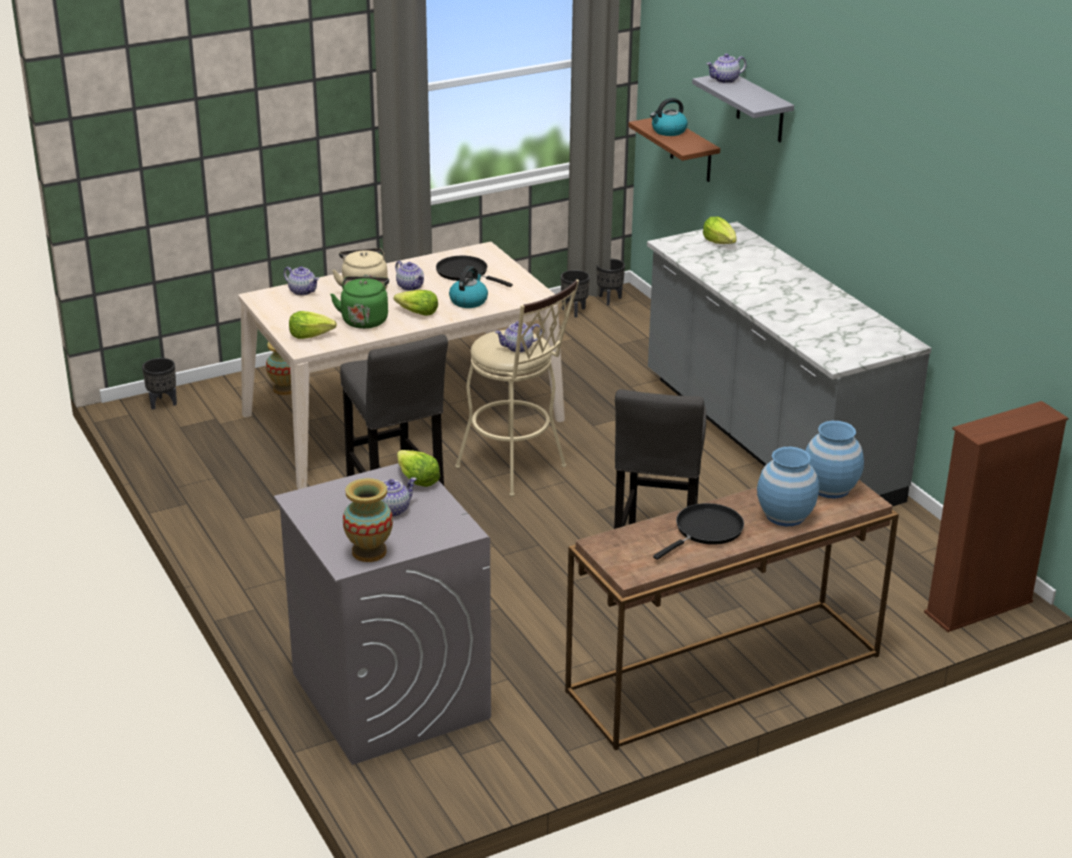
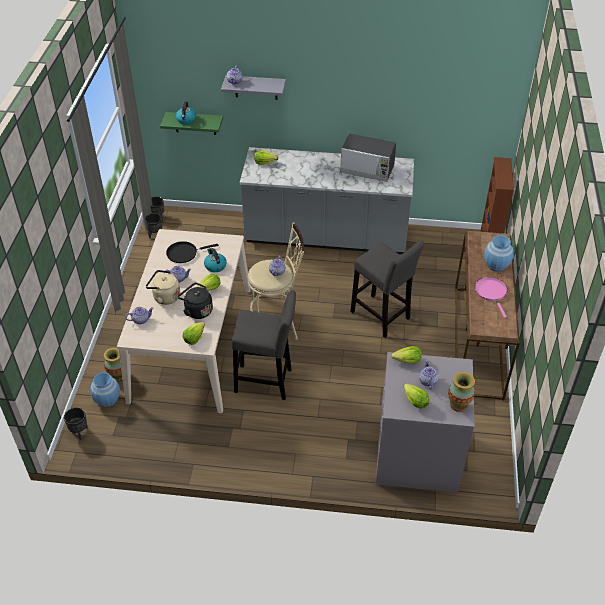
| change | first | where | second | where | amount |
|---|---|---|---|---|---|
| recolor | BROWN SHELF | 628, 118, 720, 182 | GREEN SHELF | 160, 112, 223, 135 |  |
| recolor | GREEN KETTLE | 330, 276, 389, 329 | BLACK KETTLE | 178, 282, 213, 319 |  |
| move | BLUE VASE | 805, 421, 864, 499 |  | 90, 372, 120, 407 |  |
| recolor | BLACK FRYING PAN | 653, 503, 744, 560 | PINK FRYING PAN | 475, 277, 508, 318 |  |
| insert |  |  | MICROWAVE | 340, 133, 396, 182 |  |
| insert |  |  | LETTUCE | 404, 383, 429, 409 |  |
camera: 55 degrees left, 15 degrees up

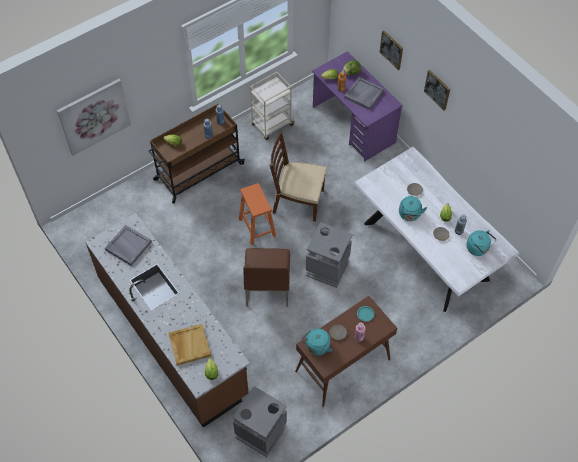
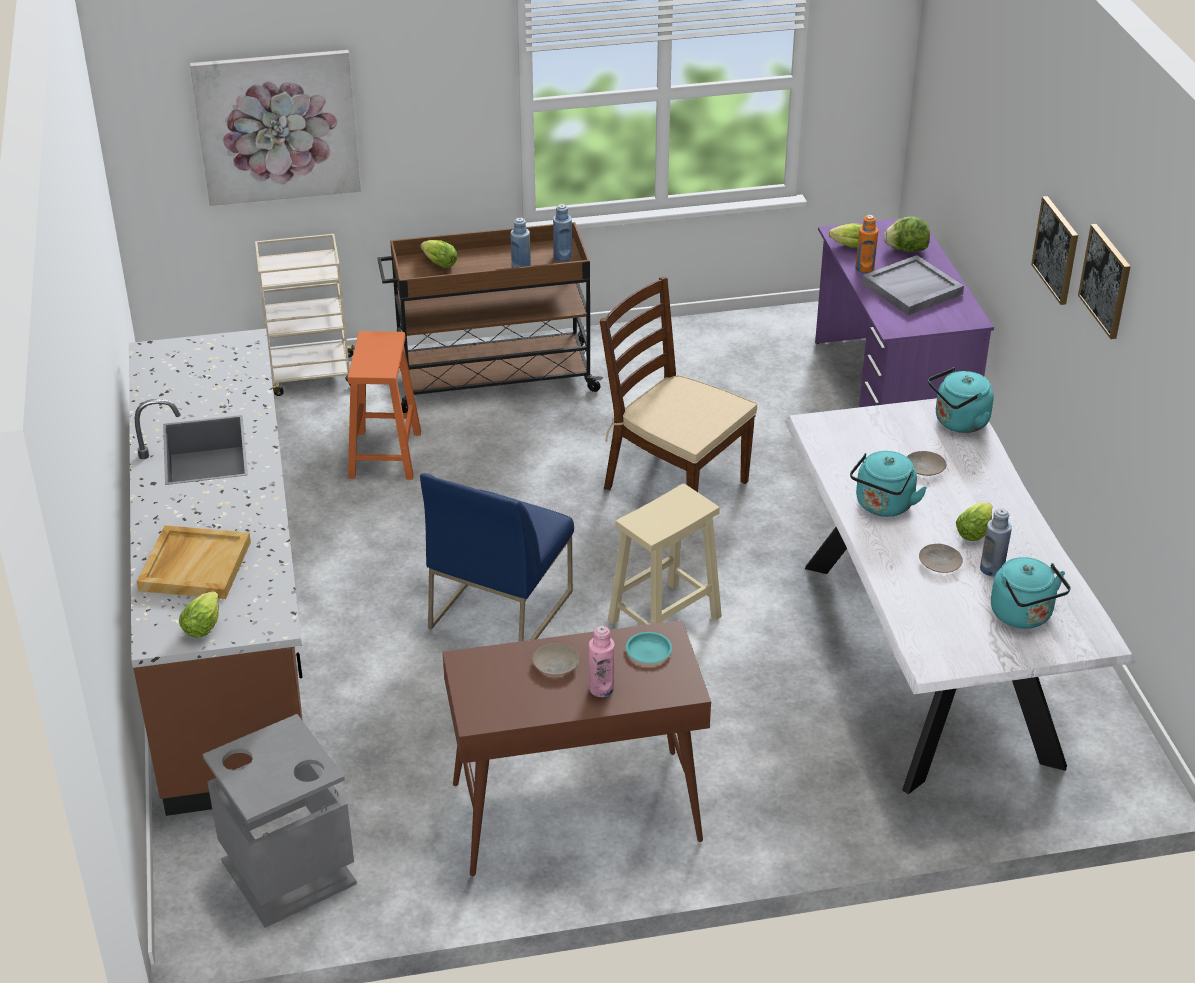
| change | first | where | second | where | amount |
|---|---|---|---|---|---|
| move | PICTURE | 380, 30, 403, 70 |  | 1078, 224, 1131, 339 |  |
| move | BEIGE CART | 250, 72, 294, 140 |  | 255, 234, 355, 396 |  |
| move | ORANGE STOOL | 239, 183, 276, 245 |  | 348, 331, 421, 480 |  |
| replace | GREY TRASH CAN | 306, 222, 353, 288 | BEIGE STOOL | 608, 484, 722, 625 |  |
| delete | GREY TRAY | 105, 225, 152, 266 |  |  |  |
| recolor | BROWN CHAIR | 243, 248, 290, 307 | BLUE CHAIR | 420, 473, 574, 642 |  |
| move | TURQUOISE KETTLE | 301, 328, 332, 355 |  | 928, 367, 994, 433 |  |
camera: 25 degrees right, 20 degrees down

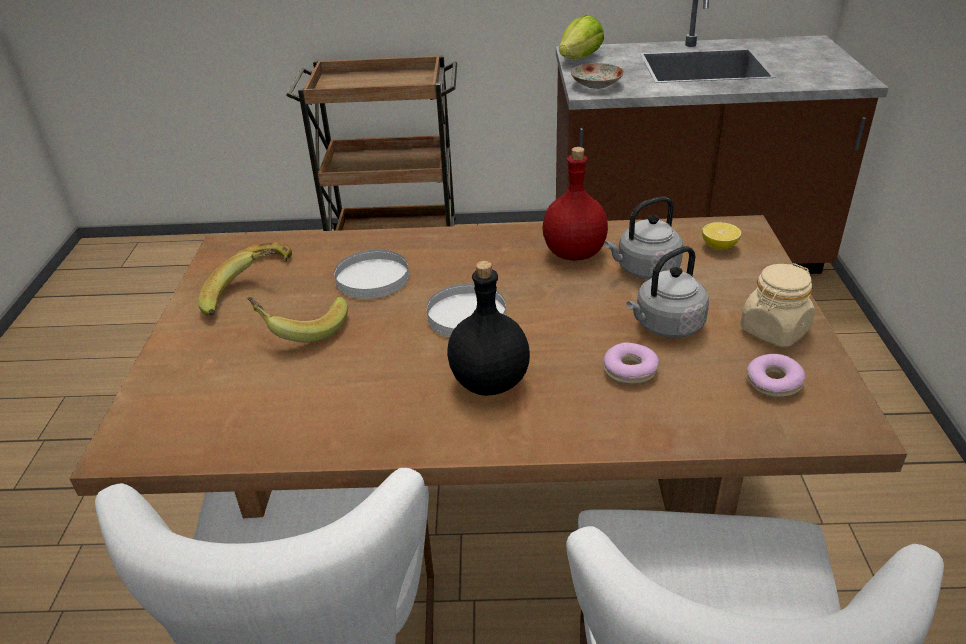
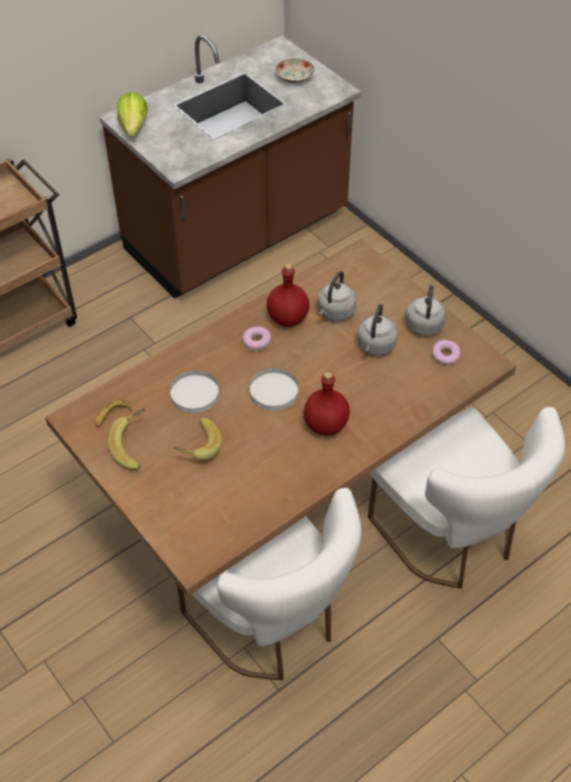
| change | first | where | second | where | amount |
|---|---|---|---|---|---|
| move | PLATE | 571, 63, 624, 89 |  | 275, 58, 315, 83 |  |
| delete | LEMON | 702, 222, 741, 250 |  |  |  |
| recolor | BLACK BOTTLE | 447, 261, 530, 396 | RED BOTTLE | 304, 372, 350, 436 |  |
| replace | BEIGE JAR | 740, 263, 815, 347 | GREY KETTLE | 405, 285, 446, 336 |  |
| move | DONUT | 604, 343, 659, 384 |  | 243, 327, 271, 351 |  |
camera: 40 degrees left, 15 degrees up

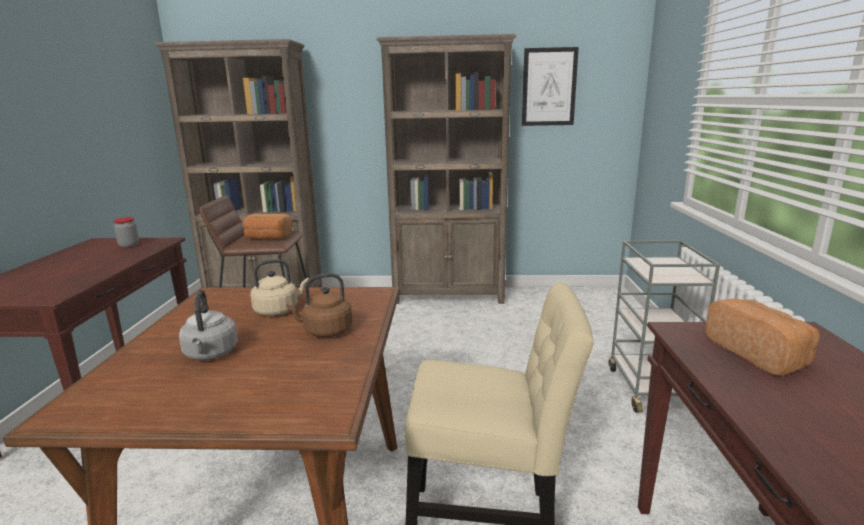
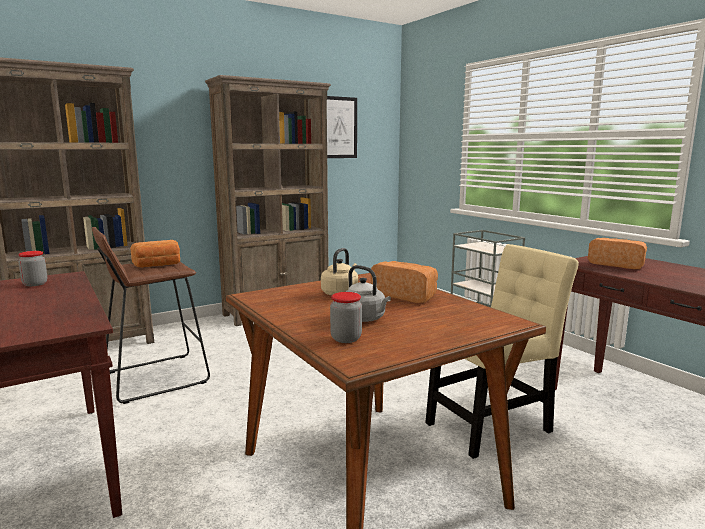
| change | first | where | second | where | amount |
|---|---|---|---|---|---|
| replace | BROWN KETTLE | 286, 273, 353, 337 | BREAD | 371, 261, 438, 303 |  |
| insert |  |  | JAR | 330, 292, 362, 343 |  |
camera: 35 degrees left, 5 degrees down

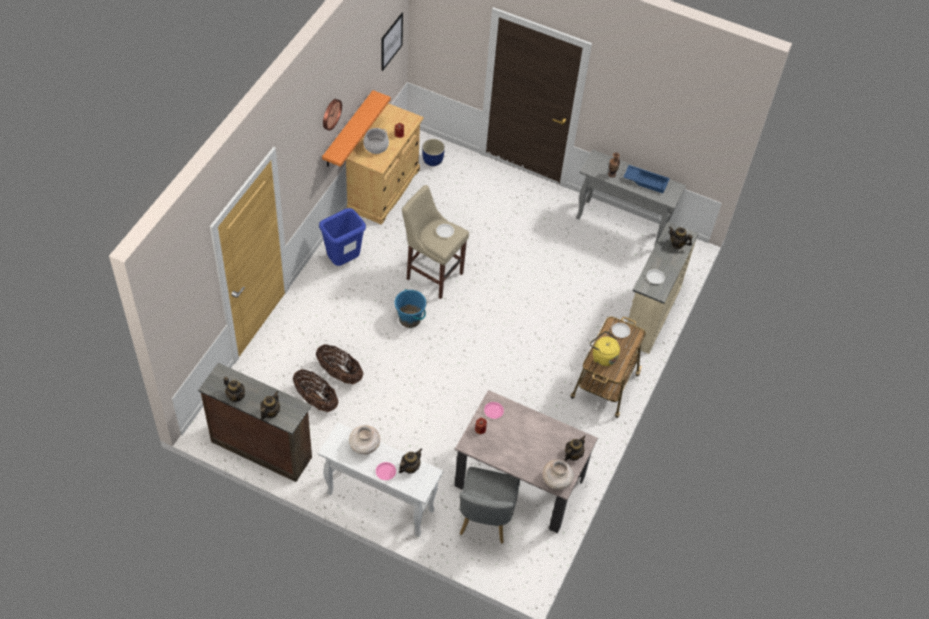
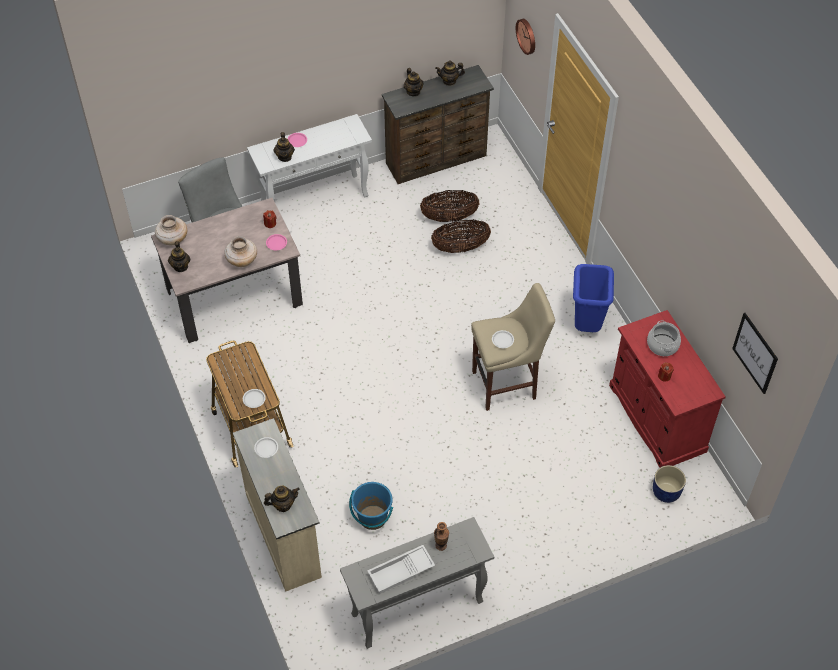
| change | first | where | second | where | amount |
|---|---|---|---|---|---|
| delete | ORANGE SHELF | 322, 90, 391, 167 |  |  |  |
| move | WALL CLOCK | 323, 99, 342, 131 |  | 516, 19, 535, 55 |  |
| recolor | BEIGE CABINET | 346, 103, 424, 225 | RED CABINET | 609, 310, 726, 467 |  |
| recolor | BLUE TRAY | 624, 165, 670, 193 | WHITE TRAY | 367, 545, 435, 594 |  |
| move | BLUE BUCKET | 394, 289, 426, 328 |  | 349, 482, 393, 530 |  |
| delete | YELLOW KETTLE | 590, 331, 620, 366 |  |  |  |
| move | BEIGE VASE | 349, 425, 380, 455 |  | 224, 236, 257, 267 |  |
camera: 135 degrees right, 0 degrees up

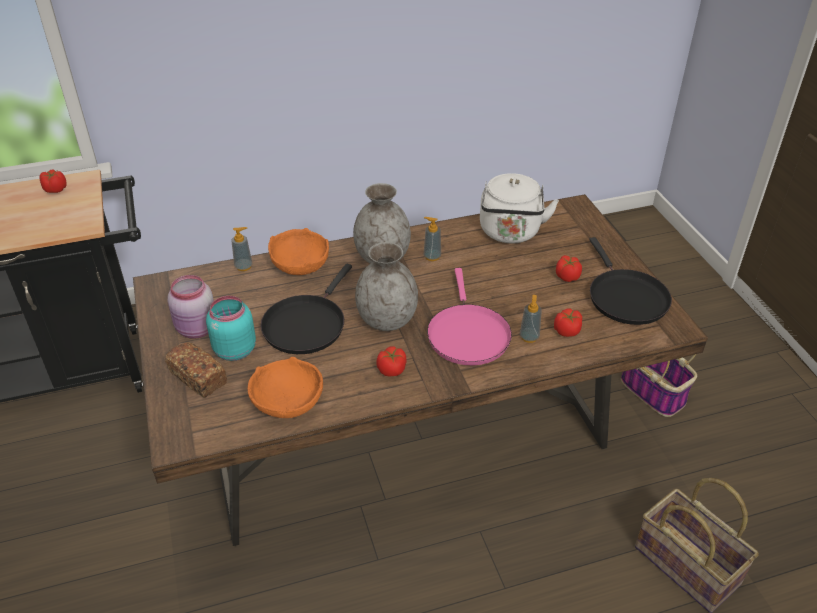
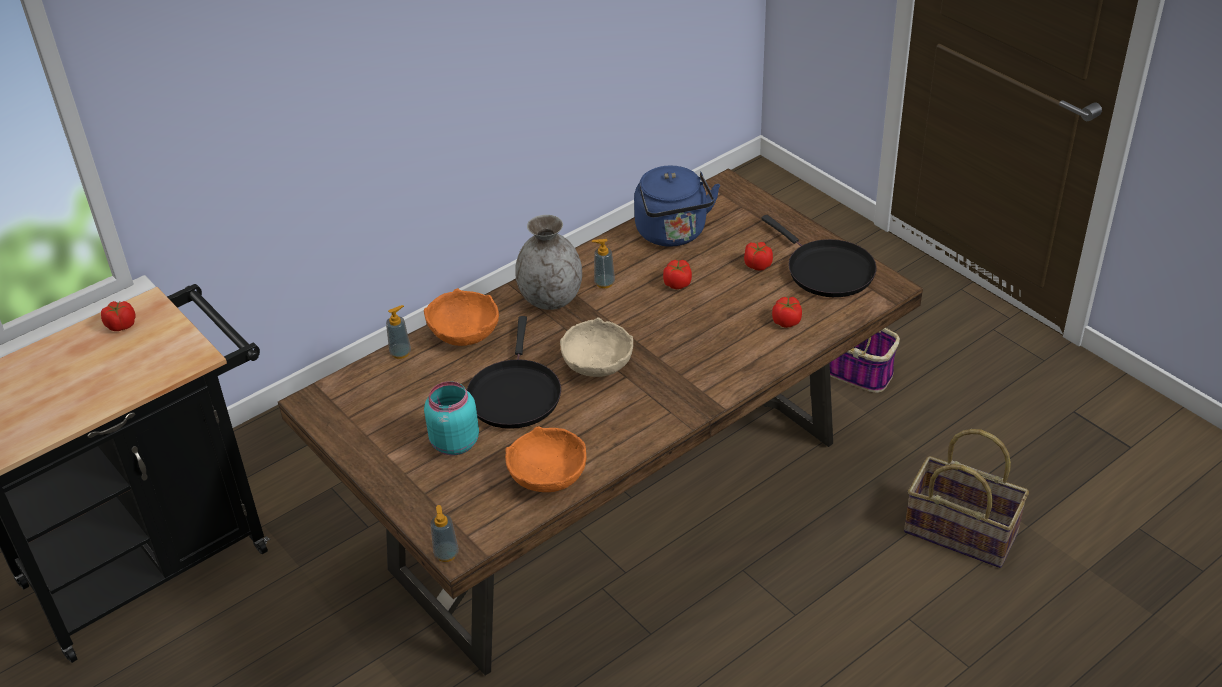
| change | first | where | second | where | amount |
|---|---|---|---|---|---|
| recolor | WHITE KETTLE | 480, 173, 559, 243 | BLUE KETTLE | 634, 166, 720, 247 |  |
| replace | GREY VASE | 355, 242, 418, 331 | BEIGE BOWL | 560, 317, 633, 377 |  |
| delete | PINK FRYING PAN | 427, 268, 512, 365 |  |  |  |
| delete | PINK JAR | 168, 275, 214, 339 |  |  |  |
| move | SOAP DISPENSER | 520, 295, 542, 343 |  | 431, 505, 459, 562 |  |
| delete | BREAD | 165, 342, 227, 398 |  |  |  |
| move | TOMATO | 376, 346, 406, 377 |  | 663, 260, 692, 289 |  |
camera: 20 degrees left, 0 degrees up

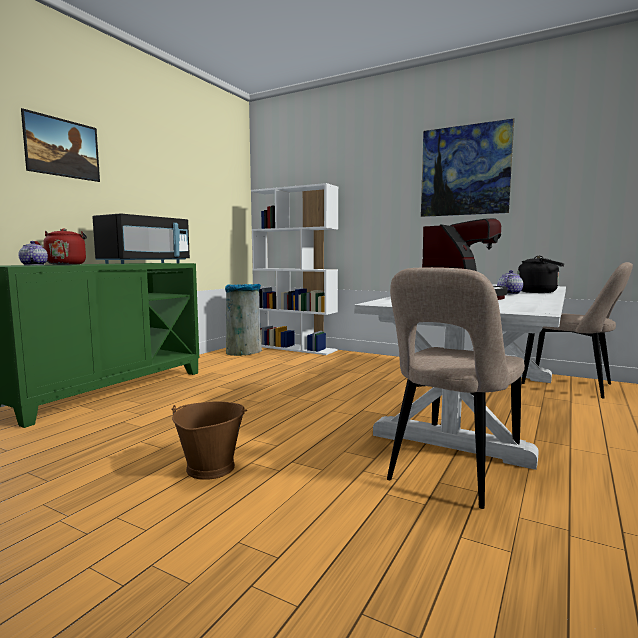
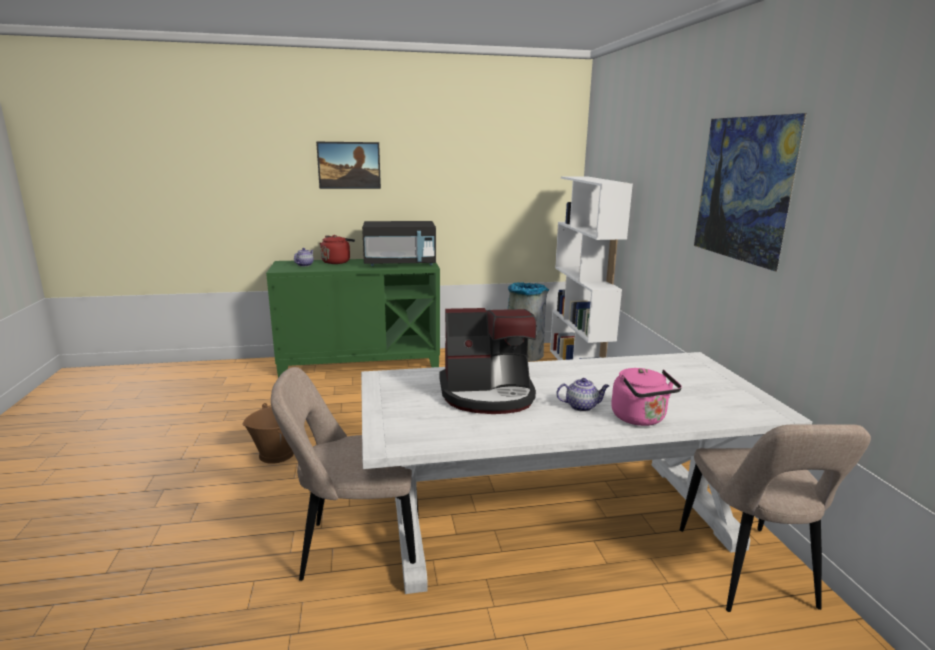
| change | first | where | second | where | amount |
|---|---|---|---|---|---|
| recolor | BLACK KETTLE | 517, 256, 564, 293 | PINK KETTLE | 611, 368, 682, 426 |  |
camera: 50 degrees right, 10 degrees up

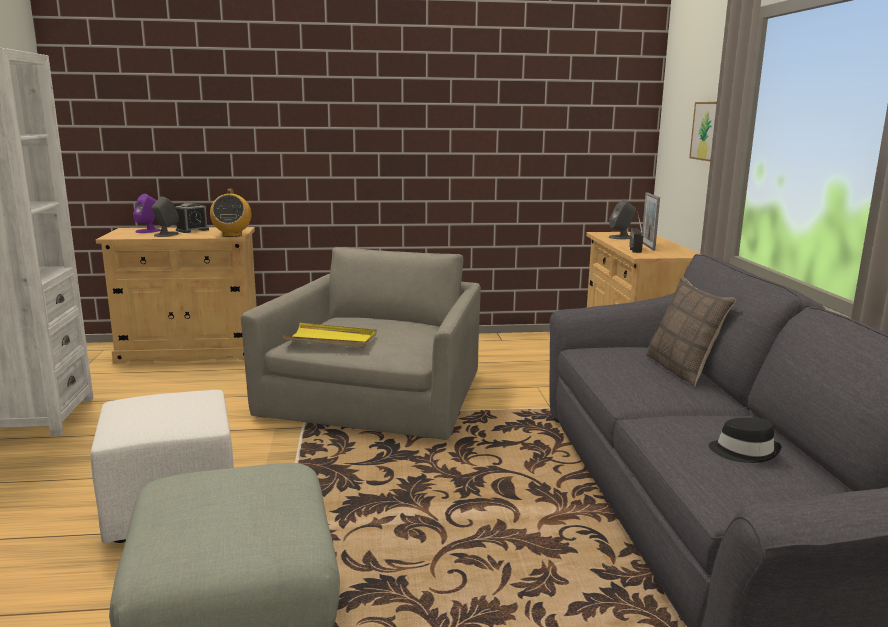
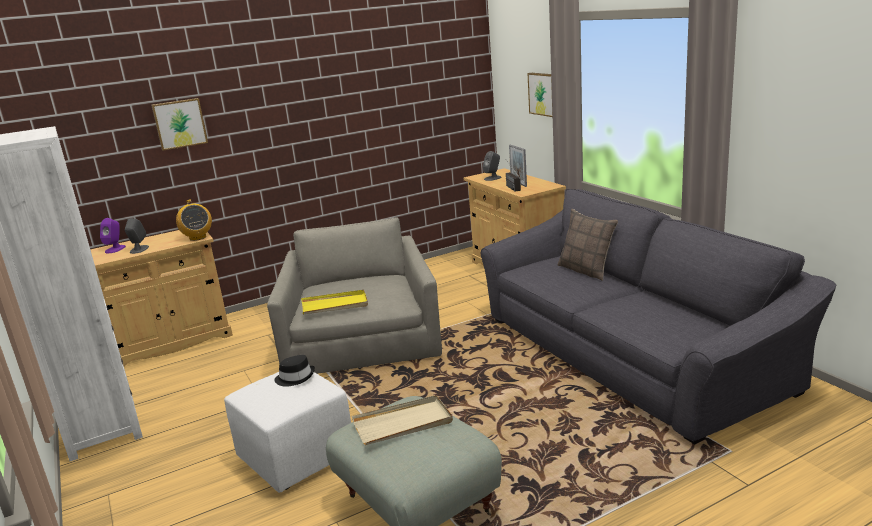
| change | first | where | second | where | amount |
|---|---|---|---|---|---|
| delete | ALARM CLOCK | 175, 203, 209, 233 |  |  |  |
| move | BLACK HAT | 709, 418, 782, 463 |  | 274, 355, 315, 387 |  |
| insert |  |  | PICTURE | 151, 98, 208, 151 |  |
| insert |  |  | BEIGE TRAY | 352, 395, 453, 445 |  |
camera: 20 degrees left, 5 degrees up

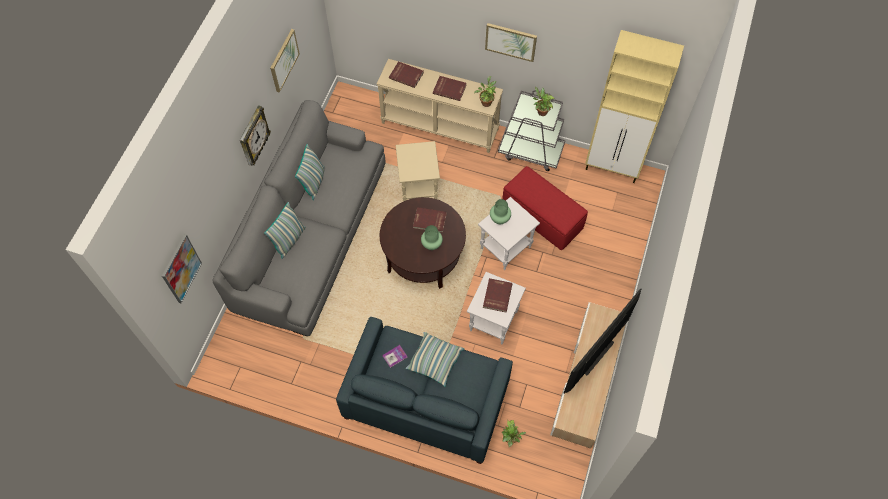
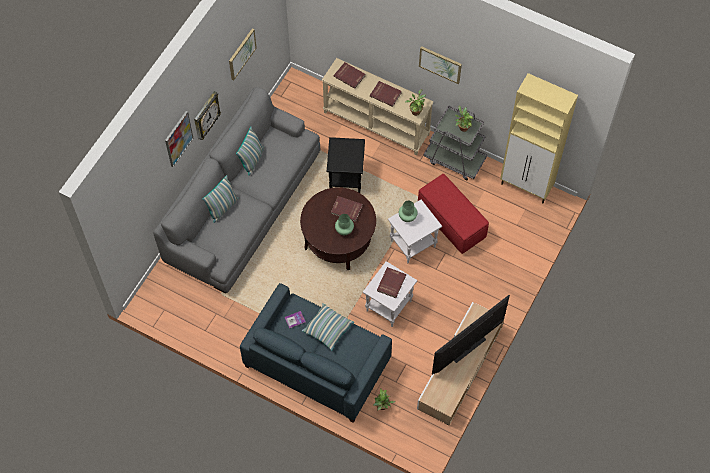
| change | first | where | second | where | amount |
|---|---|---|---|---|---|
| recolor | BEIGE SIDE TABLE | 396, 141, 440, 201 | BLACK SIDE TABLE | 327, 137, 365, 193 |  |
| move | PICTURE | 162, 234, 202, 303 |  | 165, 111, 193, 167 |  |
camera: 10 degrees right, 0 degrees up

